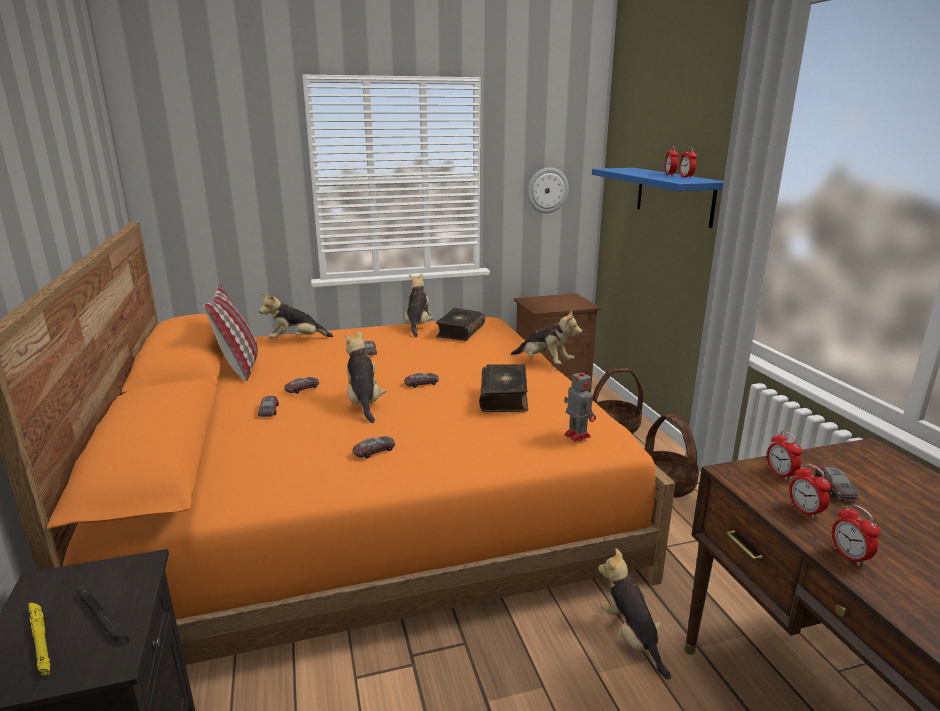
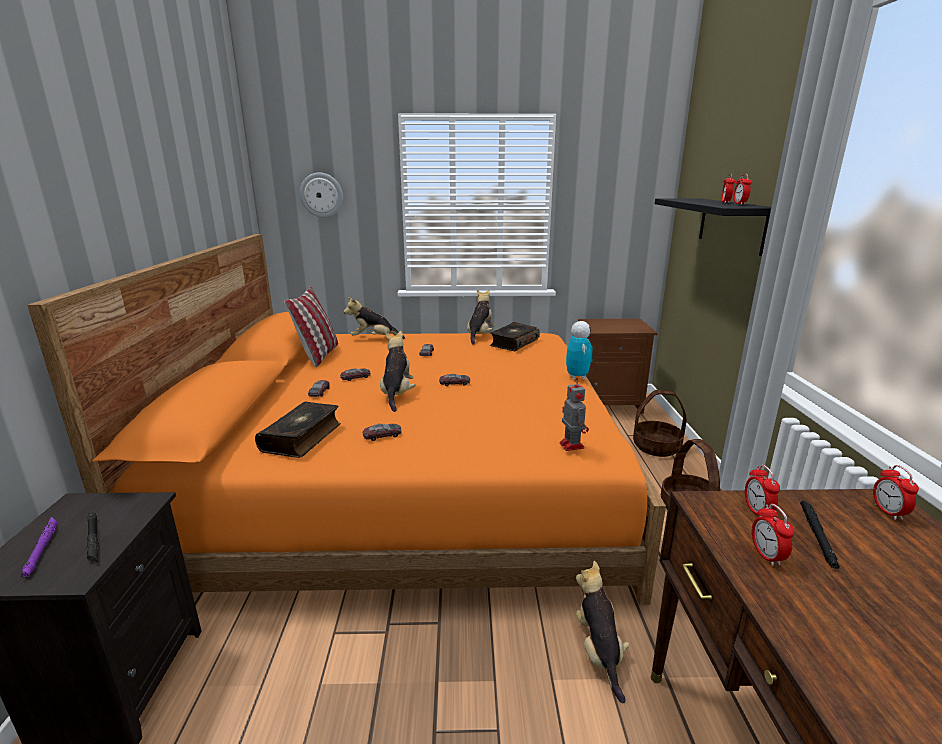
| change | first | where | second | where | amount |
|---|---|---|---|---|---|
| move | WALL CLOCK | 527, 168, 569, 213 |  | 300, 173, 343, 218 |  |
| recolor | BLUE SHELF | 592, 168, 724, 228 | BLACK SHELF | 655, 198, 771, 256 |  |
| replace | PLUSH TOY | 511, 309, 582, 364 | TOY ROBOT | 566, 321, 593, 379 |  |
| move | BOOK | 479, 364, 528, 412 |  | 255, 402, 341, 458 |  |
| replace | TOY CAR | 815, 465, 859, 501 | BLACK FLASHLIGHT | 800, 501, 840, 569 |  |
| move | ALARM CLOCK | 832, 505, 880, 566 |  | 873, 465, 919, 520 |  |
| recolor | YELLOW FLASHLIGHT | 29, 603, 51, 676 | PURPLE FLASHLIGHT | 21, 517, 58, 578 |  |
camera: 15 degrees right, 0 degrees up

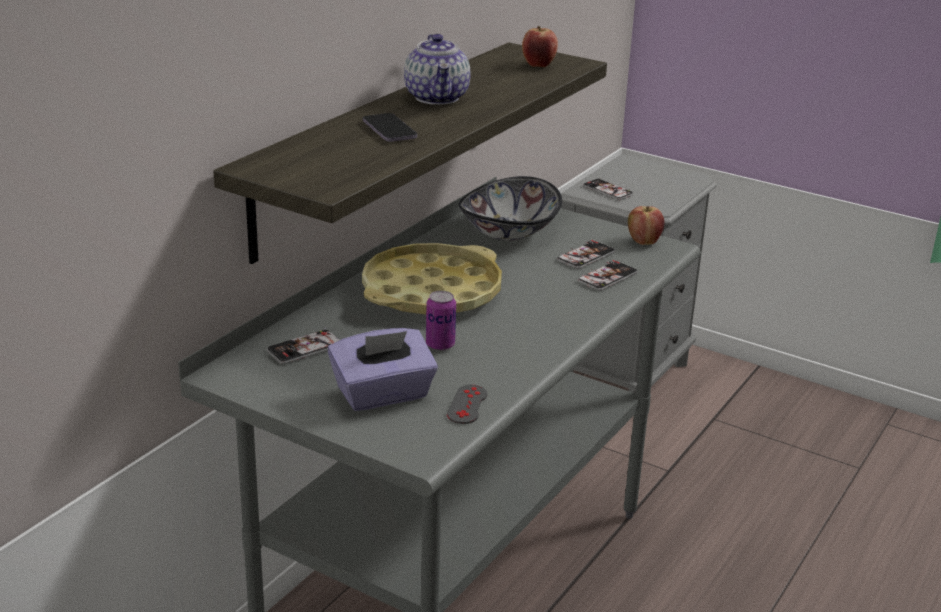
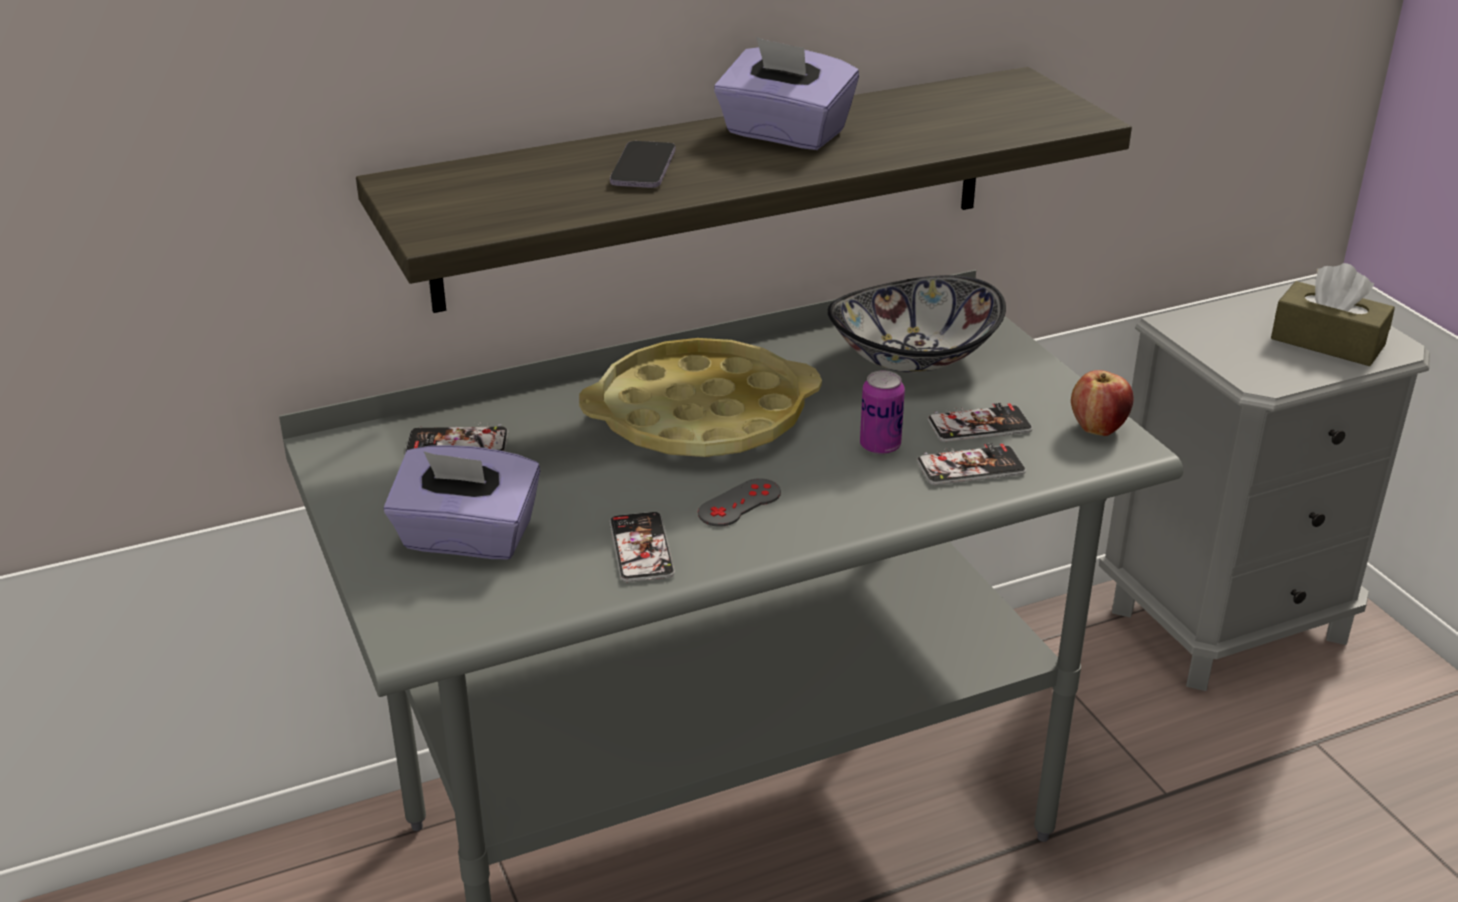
| change | first | where | second | where | amount |
|---|---|---|---|---|---|
| delete | APPLE | 522, 26, 558, 67 |  |  |  |
| replace | TEAPOT | 404, 34, 470, 105 | PURPLE TISSUE BOX | 714, 37, 859, 150 |  |
| move | PHONE | 583, 179, 634, 200 |  | 610, 512, 675, 582 |  |
| move | CAN | 426, 291, 456, 351 |  | 860, 370, 905, 455 |  |
| move | GREY GAME CONTROLLER | 447, 385, 487, 424 |  | 698, 478, 781, 527 |  |
| insert |  |  | BROWN TISSUE BOX | 1271, 263, 1395, 366 |  |
camera: 35 degrees right, 5 degrees up

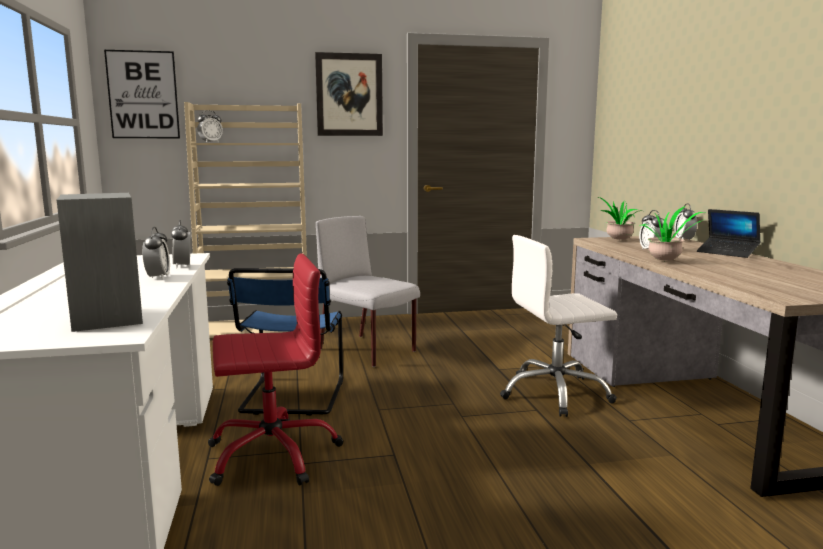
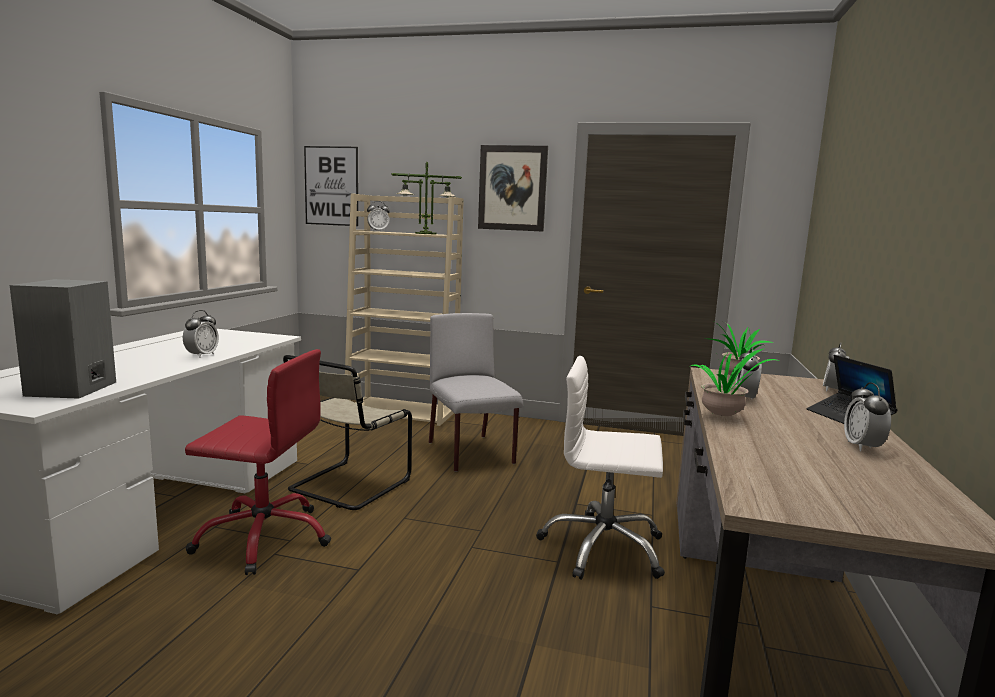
| change | first | where | second | where | amount |
|---|---|---|---|---|---|
| move | ALARM CLOCK | 171, 220, 191, 269 |  | 844, 382, 891, 451 |  |
| recolor | BLUE CHAIR | 227, 268, 343, 415 | BEIGE CHAIR | 283, 355, 412, 510 |  |
| insert |  |  | TABLE LAMP | 391, 162, 462, 234 |  |
camera: 25 degrees right, 0 degrees up

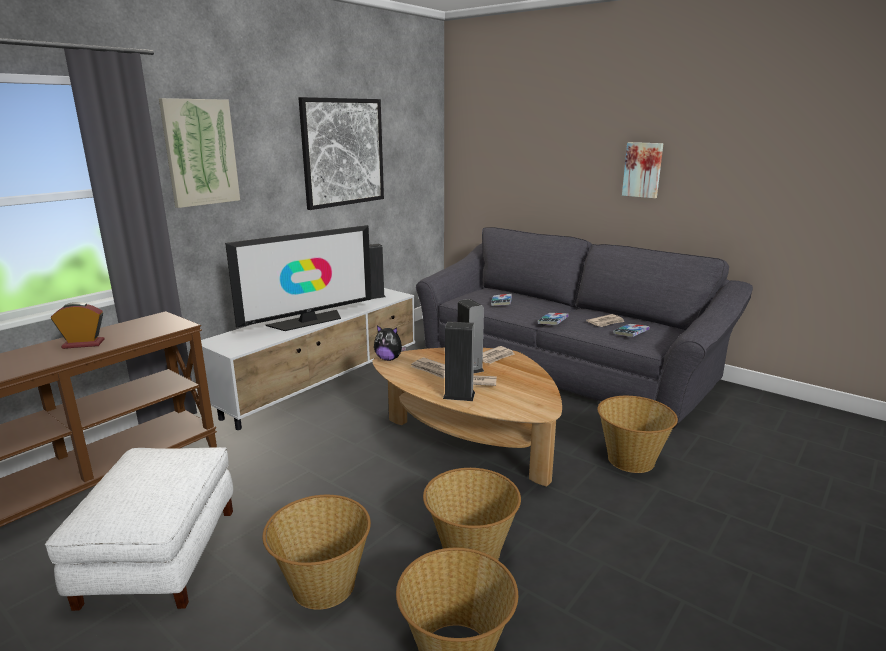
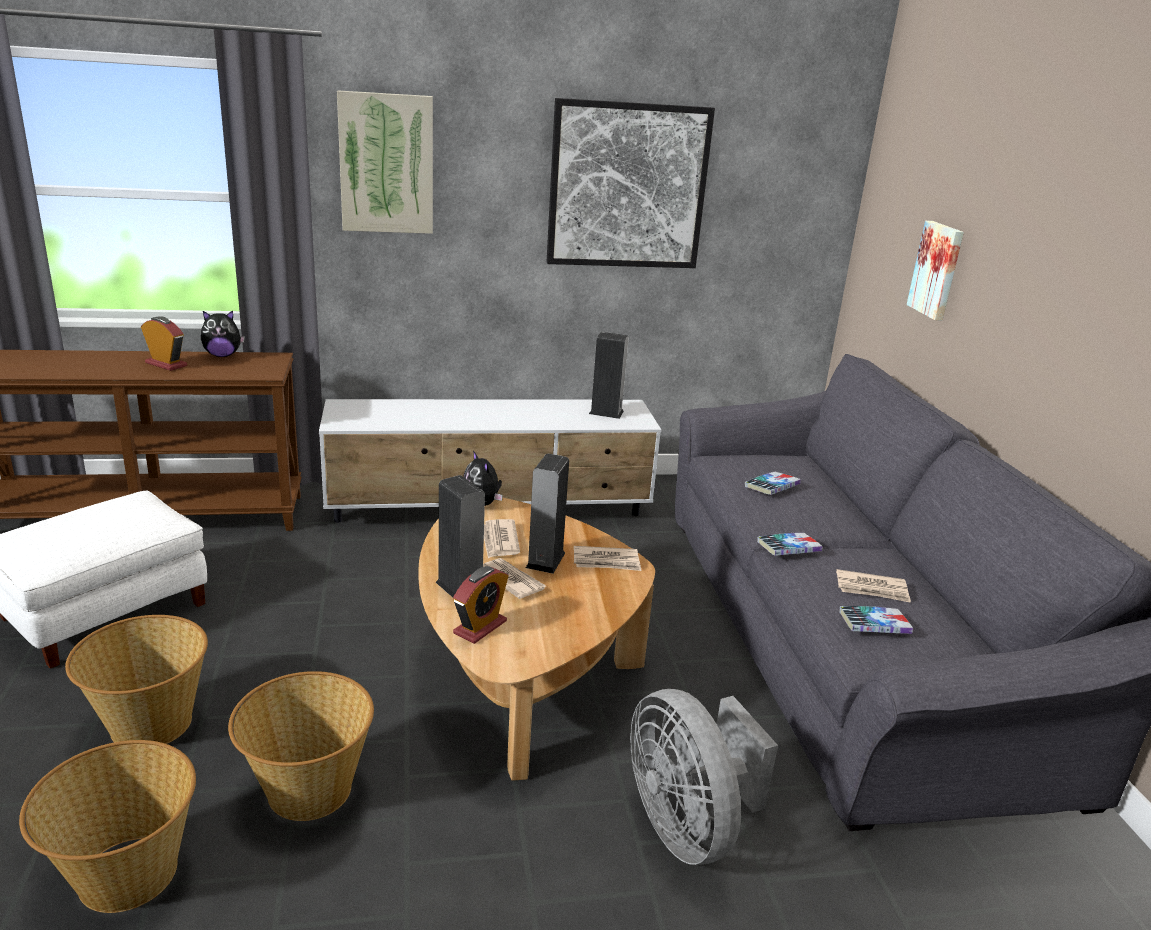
| change | first | where | second | where | amount |
|---|---|---|---|---|---|
| move | PICTURE | 622, 142, 664, 198 |  | 906, 221, 964, 320 |  |
| delete | TELEVISION | 225, 225, 372, 331 |  |  |  |
| replace | BASKET | 597, 396, 678, 473 | GREY FAN | 630, 689, 778, 865 |  |
| insert |  |  | PLUSH TOY | 201, 310, 245, 357 |  |
| insert |  |  | ALARM CLOCK | 453, 566, 509, 644 |  |
camera: 40 degrees right, 5 degrees up

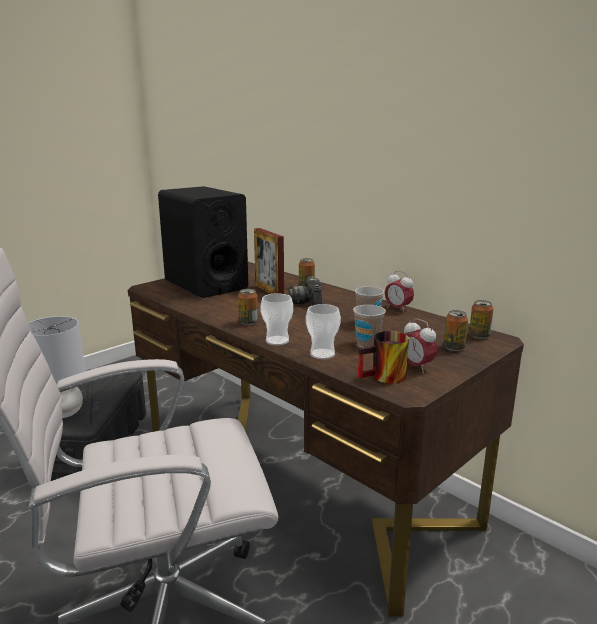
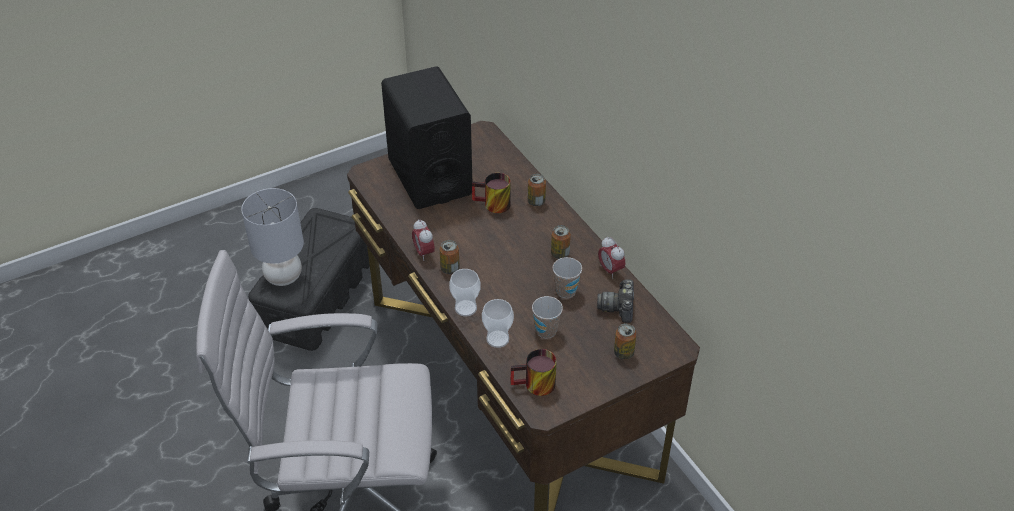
| change | first | where | second | where | amount |
|---|---|---|---|---|---|
| replace | PICTURE FRAME | 254, 228, 284, 294 | MUG | 472, 173, 510, 213 |  |
| move | PHOTO CAMERA | 288, 278, 323, 305 |  | 597, 279, 634, 323 |  |
| move | CAN | 469, 300, 493, 339 |  | 551, 225, 571, 259 |  |
| move | ALARM CLOCK | 404, 318, 437, 373 |  | 412, 219, 435, 261 |  |
camera: 15 degrees right, 25 degrees up

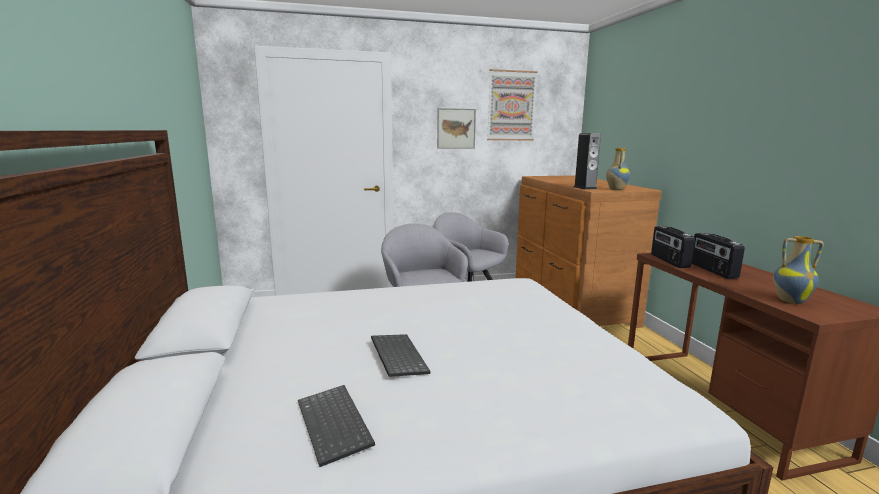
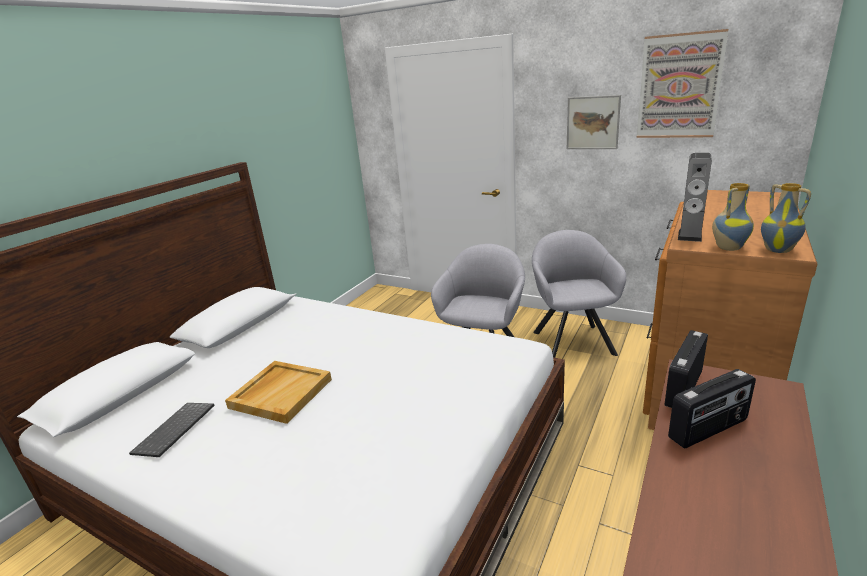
| change | first | where | second | where | amount |
|---|---|---|---|---|---|
| rotate | RADIO | 692, 233, 745, 279 |  | 668, 369, 756, 449 | 150 degrees counterclockwise |
| move | VASE | 773, 236, 824, 304 |  | 761, 183, 811, 253 |  |
| replace | KEYBOARD | 371, 334, 431, 377 | BEIGE TRAY | 225, 361, 332, 424 |  |
camera: 45 degrees right, 10 degrees up

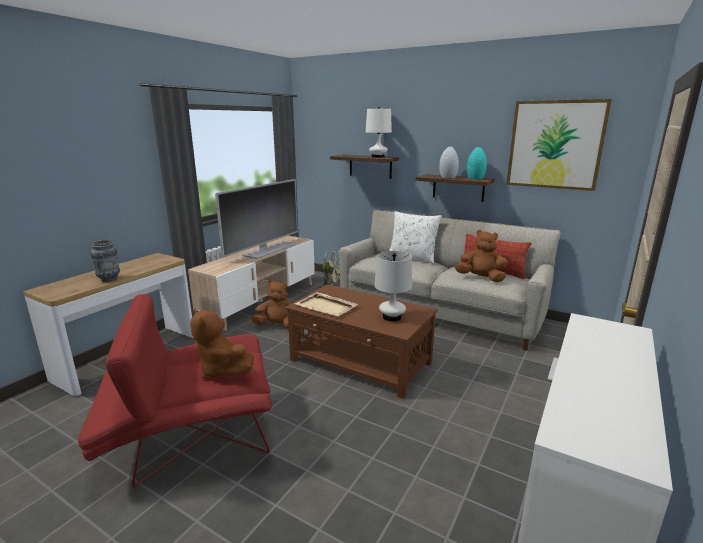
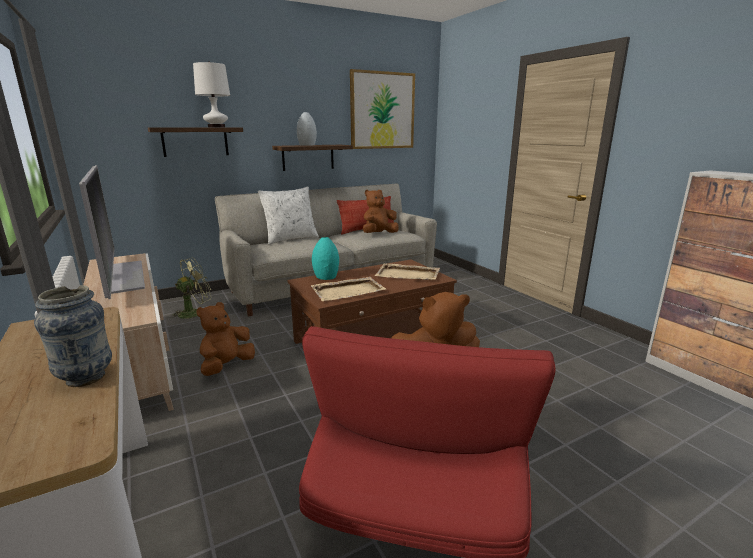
| change | first | where | second | where | amount |
|---|---|---|---|---|---|
| move | TURQUOISE VASE | 467, 147, 487, 179 |  | 312, 237, 339, 280 |  |
| replace | WHITE TABLE LAMP | 374, 251, 412, 321 | BEIGE TRAY | 374, 264, 440, 280 |  |
camera: 60 degrees left, 0 degrees up

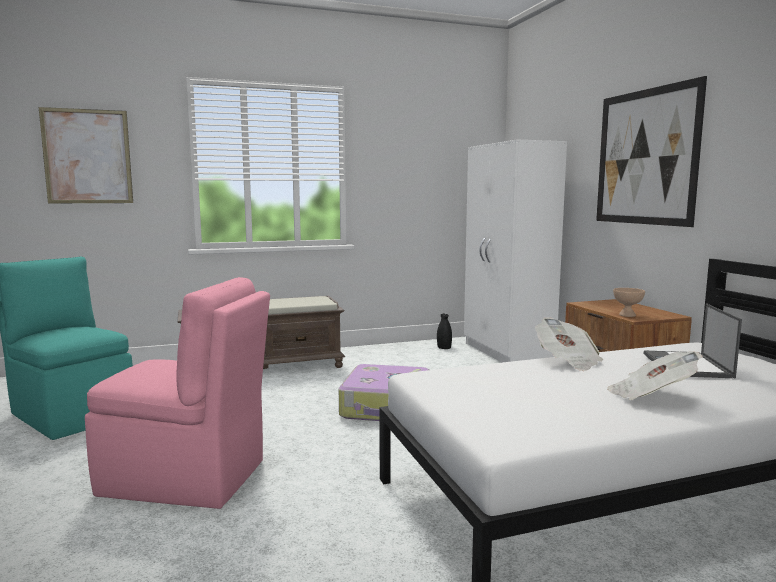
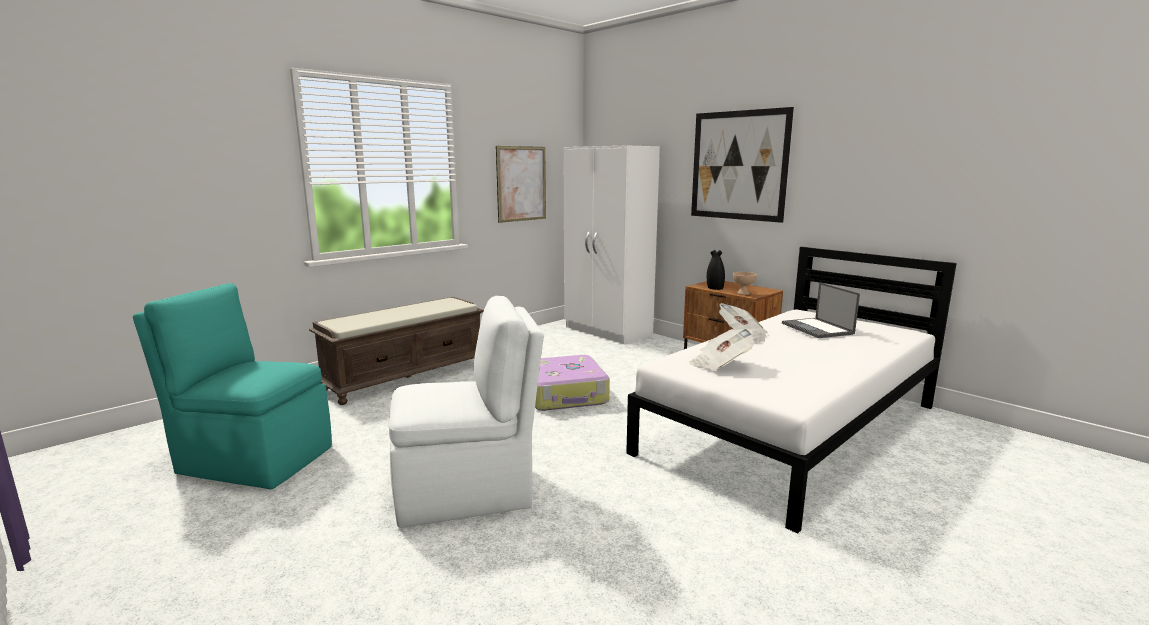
| change | first | where | second | where | amount |
|---|---|---|---|---|---|
| move | PICTURE | 39, 107, 133, 203 |  | 496, 146, 546, 223 |  |
| recolor | PINK CHAIR | 85, 277, 270, 509 | WHITE CHAIR | 389, 296, 544, 528 |  |
| move | BLACK VASE | 437, 313, 452, 349 |  | 707, 250, 725, 290 |  |
| move | NEWSPAPER | 607, 351, 703, 400 |  | 690, 328, 755, 370 |  |
camera: 25 degrees left, 5 degrees up

